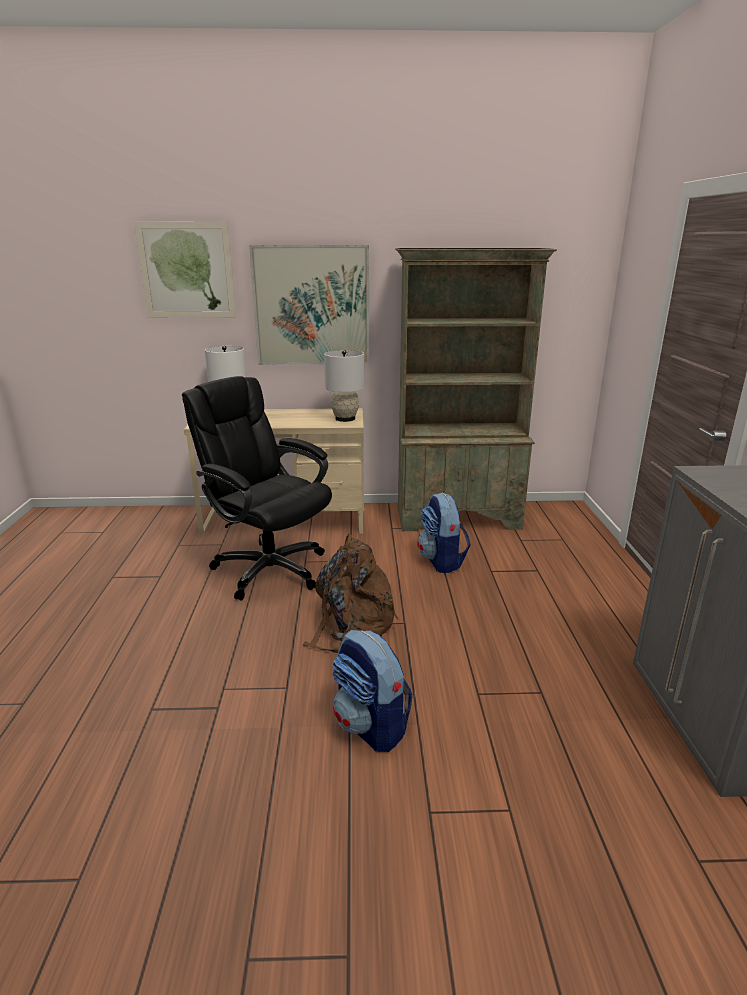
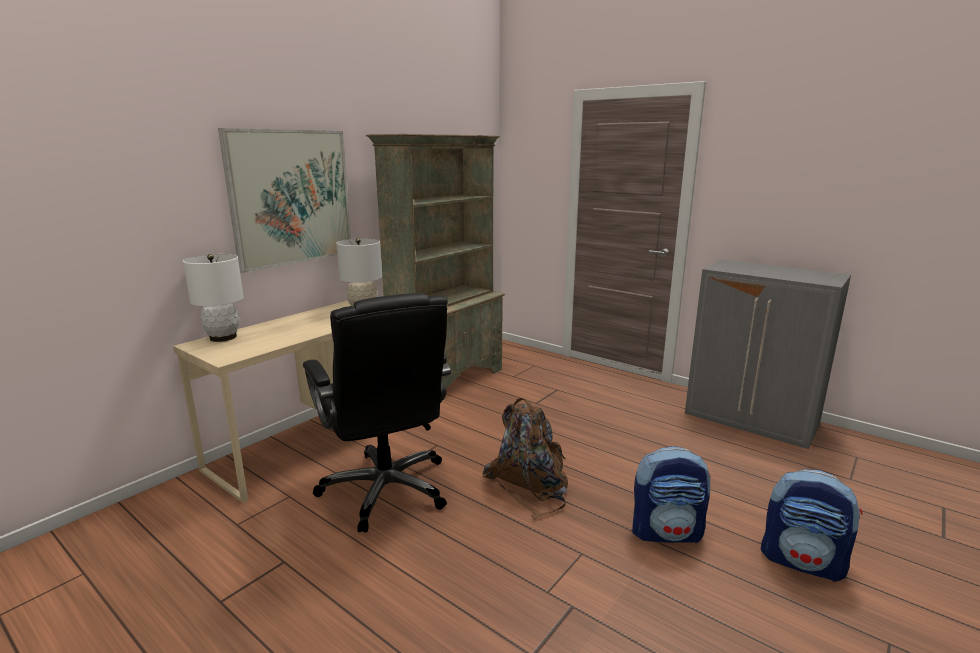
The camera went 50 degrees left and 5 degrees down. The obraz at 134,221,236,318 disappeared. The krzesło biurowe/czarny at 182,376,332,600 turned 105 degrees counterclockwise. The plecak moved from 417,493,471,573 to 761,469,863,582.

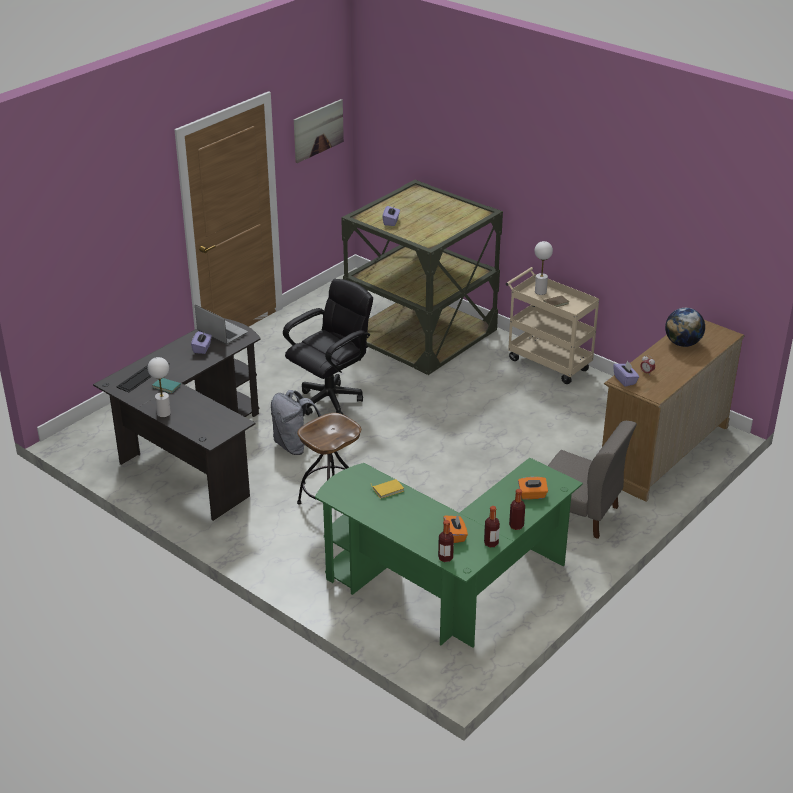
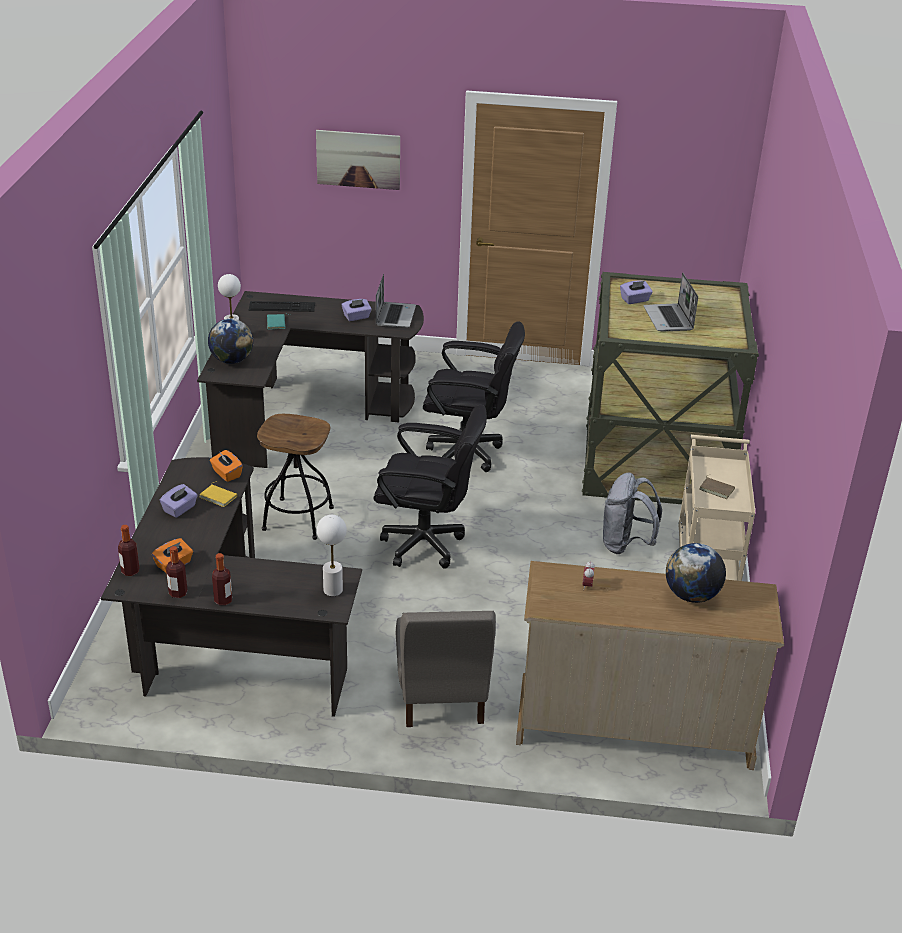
The camera went 55 degrees right and 0 degrees up. The obraz moved from 294,99,344,163 to 316,130,400,190. The lampa stołowa/biały moved from 535,241,553,295 to 317,515,347,596. The pudełko chusteczek/fioletowy moved from 613,360,639,387 to 160,484,198,518. The plecak/szary moved from 271,390,321,455 to 603,473,662,554. The biurko/zielony at 315,458,583,648 became the biurko/czarny at 101,457,362,717. The pudełko chusteczek/pomarańczowy moved from 518,477,548,500 to 210,450,243,482. The laptop at 643,273,698,331 appeared. The globus at 208,319,253,364 appeared. The krzesło biurowe/czarny at 373,404,487,569 appeared.

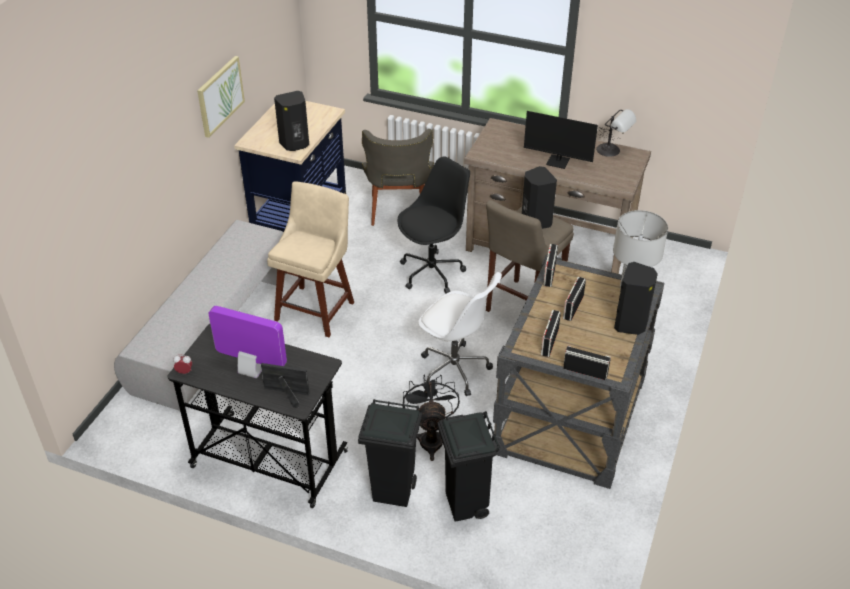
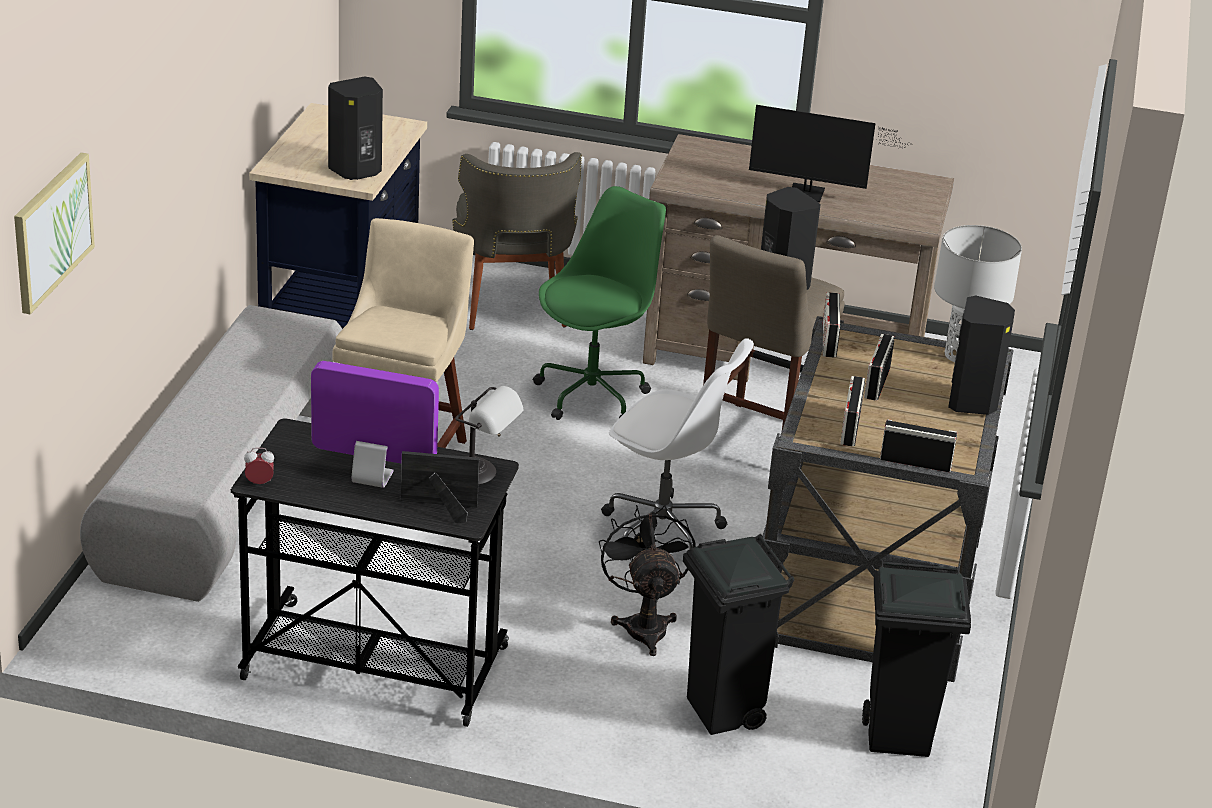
The camera went 10 degrees left and 10 degrees down. The obraz moved from 197,56,245,138 to 14,152,95,314. The lampa stołowa moved from 596,109,636,157 to 455,386,524,484. The krzesło biurowe/czarny at 398,156,470,294 became the krzesło biurowe/zielony at 533,186,666,420. The kosz na śmieci/czarny moved from 358,399,422,507 to 862,560,971,757.

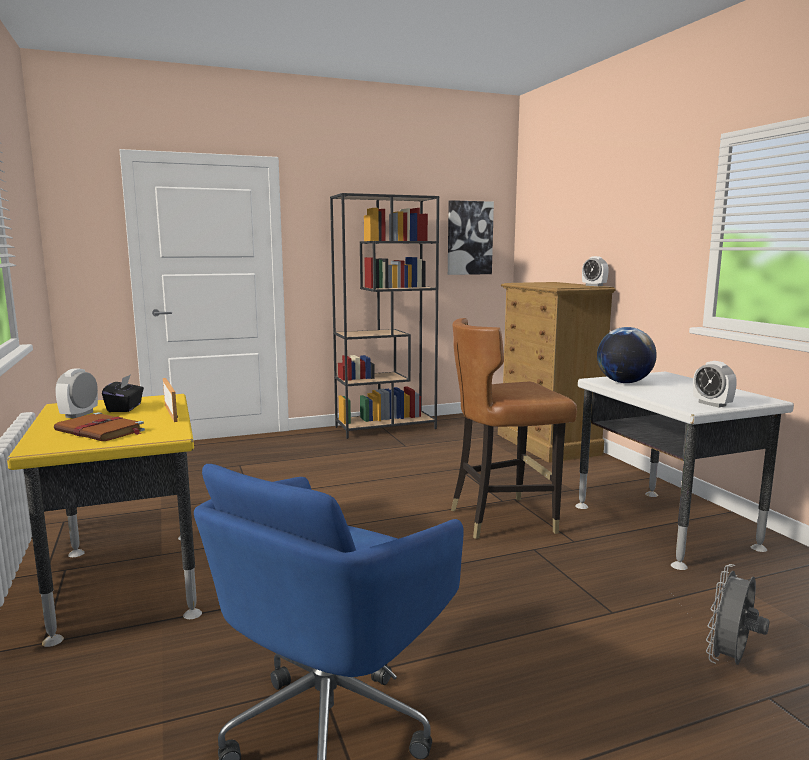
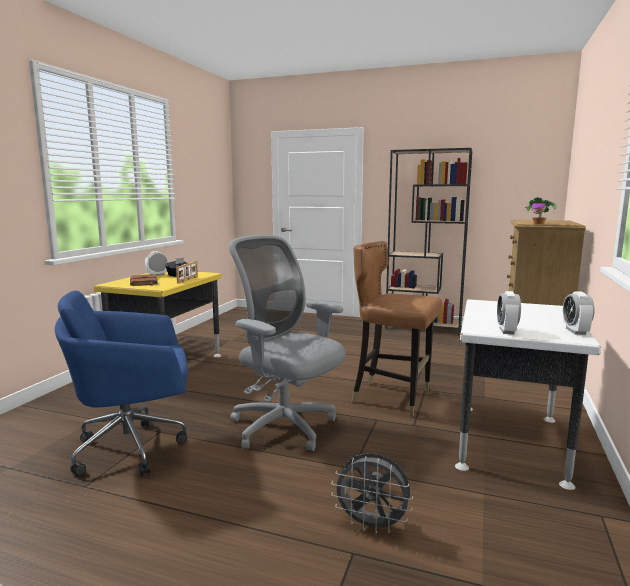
The camera went 40 degrees right and 0 degrees up. The obraz at 448,200,494,275 disappeared. The budzik moved from 582,256,609,286 to 563,291,595,335. The globus at 597,327,657,383 disappeared. The wentylator/szary at 706,564,770,665 turned 150 degrees counterclockwise. The roślina doniczkowa at 524,197,557,225 appeared. The krzesło biurowe/szary at 229,235,346,451 appeared.

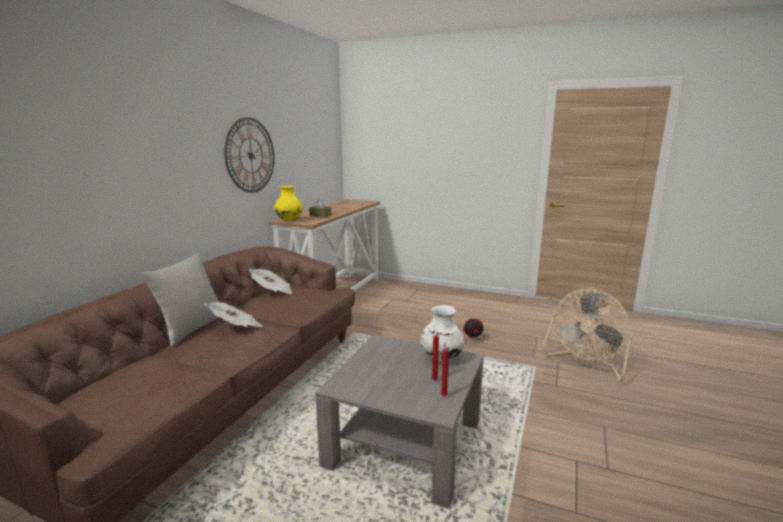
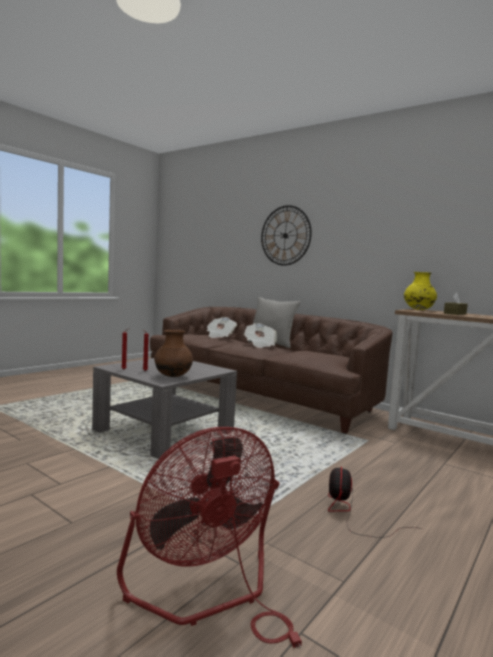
The camera went 105 degrees right and 10 degrees down. The zegar ścienny moved from 225,117,274,193 to 261,205,312,266. The gazeta moved from 249,269,292,294 to 207,317,237,338. The wentylator/beżowy at 543,288,633,384 became the wentylator/czerwony at 117,427,302,648. The wazon/biały at 420,305,464,362 became the wazon/brązowy at 154,330,193,377.

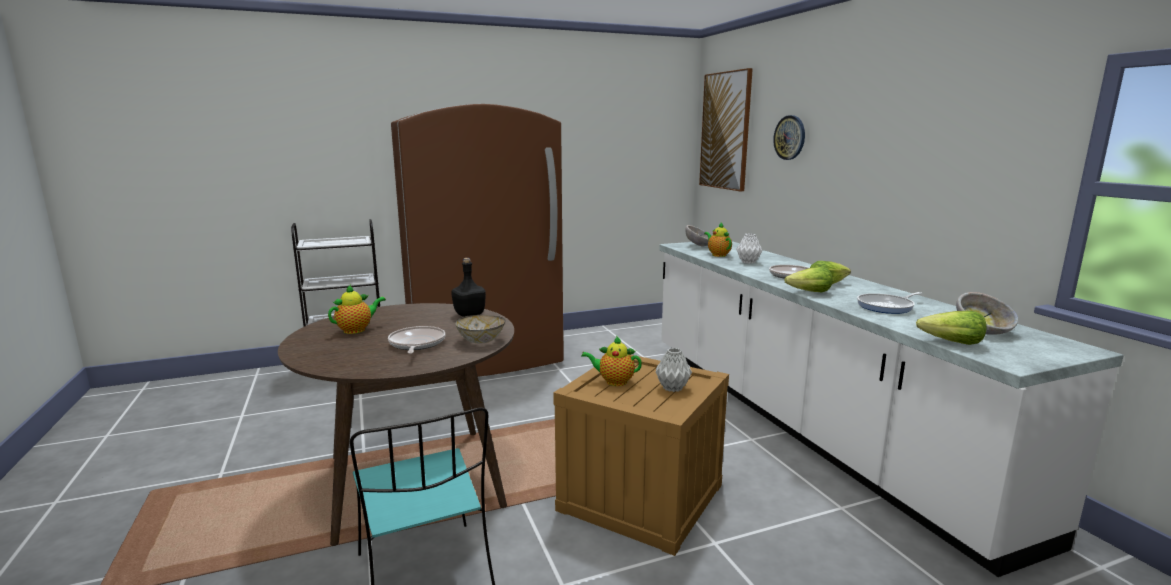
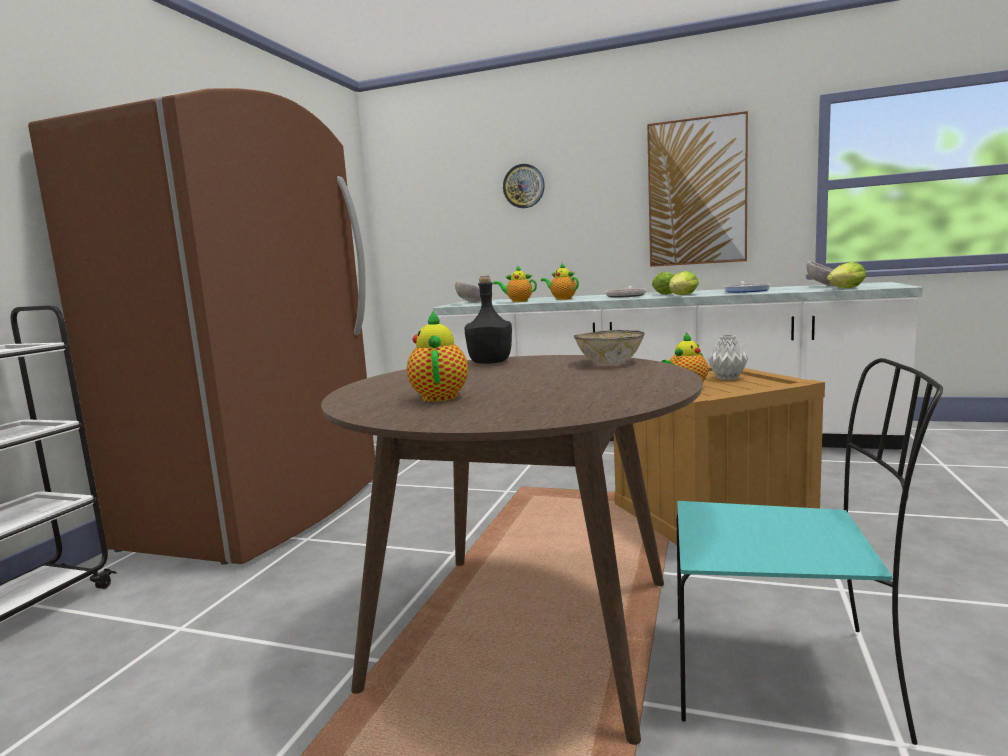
The camera went 50 degrees left and 5 degrees down. The obraz moved from 699,68,753,191 to 647,111,748,267. The wazon/biały at 736,233,762,264 was replaced by the imbryk at 541,263,579,300. The patelnia at 388,326,445,354 disappeared.

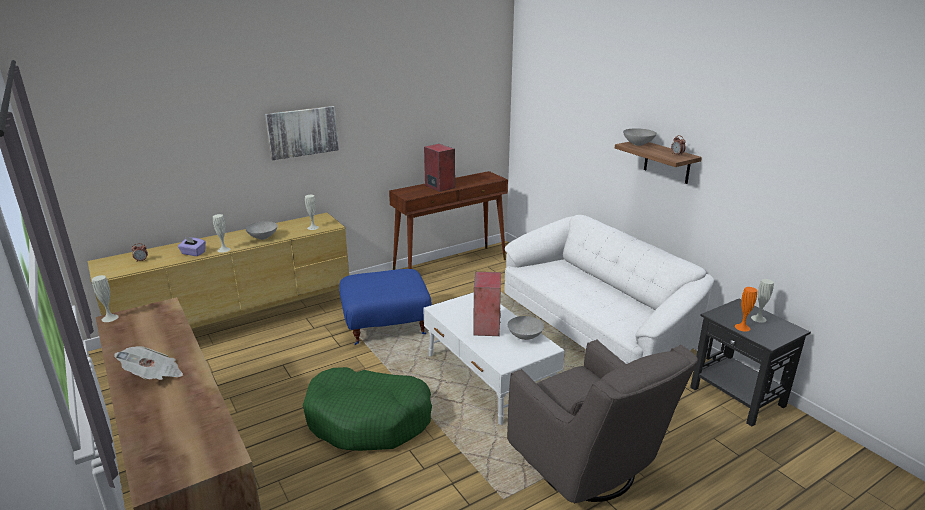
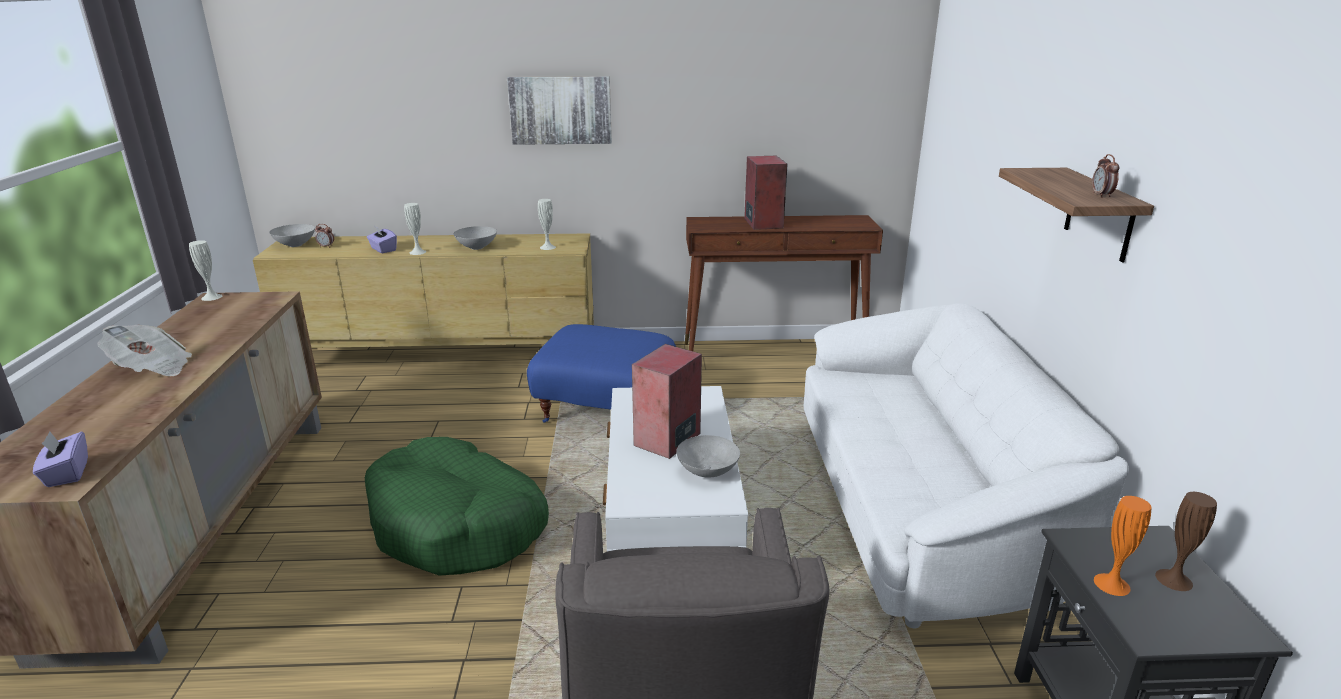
The camera went 30 degrees right and 0 degrees up. The miska/szary moved from 623,128,657,146 to 269,224,315,247. The wazon/biały at 751,279,774,323 became the wazon/brązowy at 1155,492,1217,591. The pudełko chusteczek/fioletowy at 33,431,88,487 appeared.

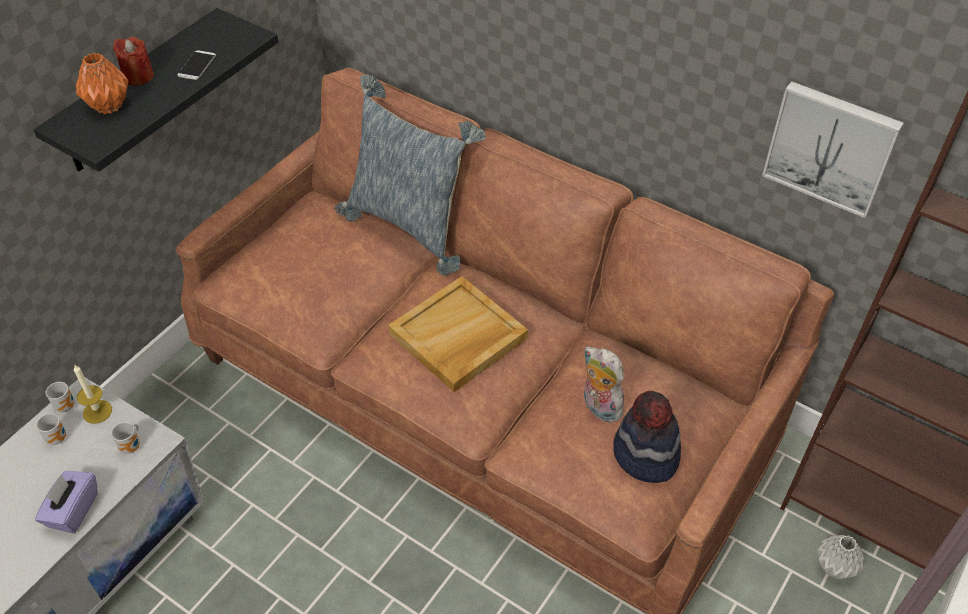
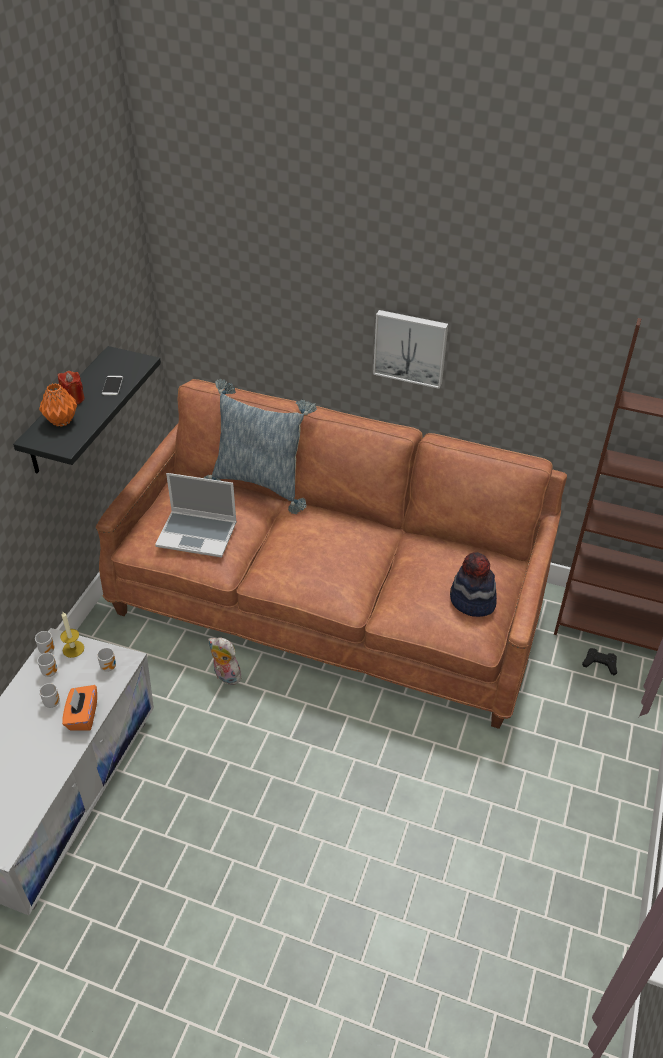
The camera went 15 degrees left and 5 degrees down. The obraz moved from 762,81,904,218 to 373,310,448,389. The taca/beżowy at 388,276,528,392 disappeared. The pluszak moved from 583,347,625,423 to 208,638,241,685. The pudełko chusteczek/fioletowy at 35,471,98,533 became the pudełko chusteczek/pomarańczowy at 62,685,97,731. The wazon/szary at 817,535,864,579 was replaced by the pad do gier/czarny at 582,648,617,676. The laptop at 155,473,237,557 appeared. The kubek at 39,683,60,708 appeared.

